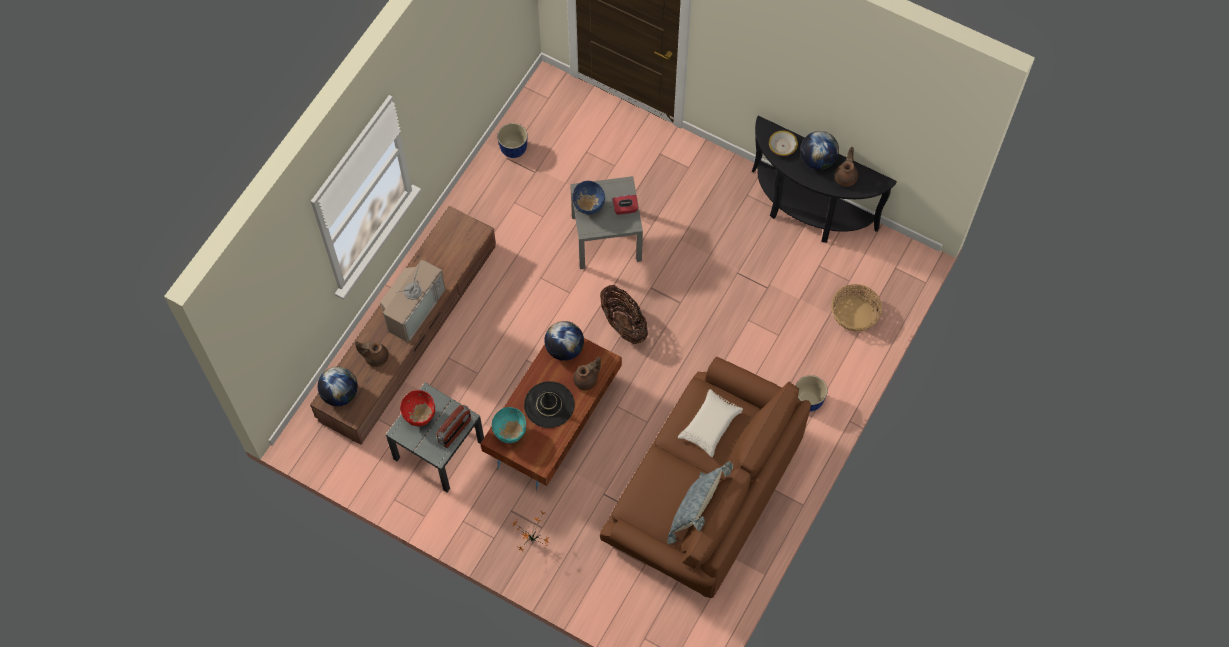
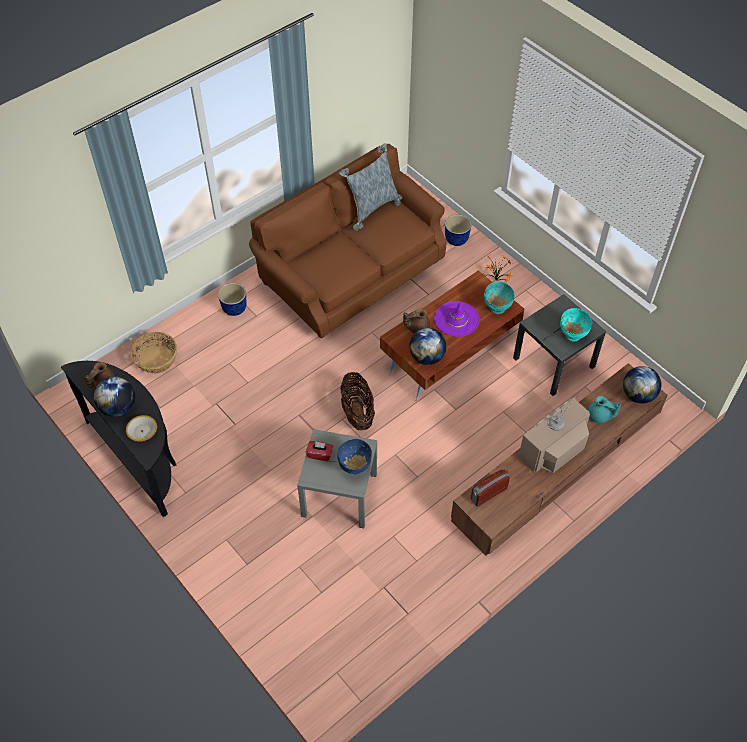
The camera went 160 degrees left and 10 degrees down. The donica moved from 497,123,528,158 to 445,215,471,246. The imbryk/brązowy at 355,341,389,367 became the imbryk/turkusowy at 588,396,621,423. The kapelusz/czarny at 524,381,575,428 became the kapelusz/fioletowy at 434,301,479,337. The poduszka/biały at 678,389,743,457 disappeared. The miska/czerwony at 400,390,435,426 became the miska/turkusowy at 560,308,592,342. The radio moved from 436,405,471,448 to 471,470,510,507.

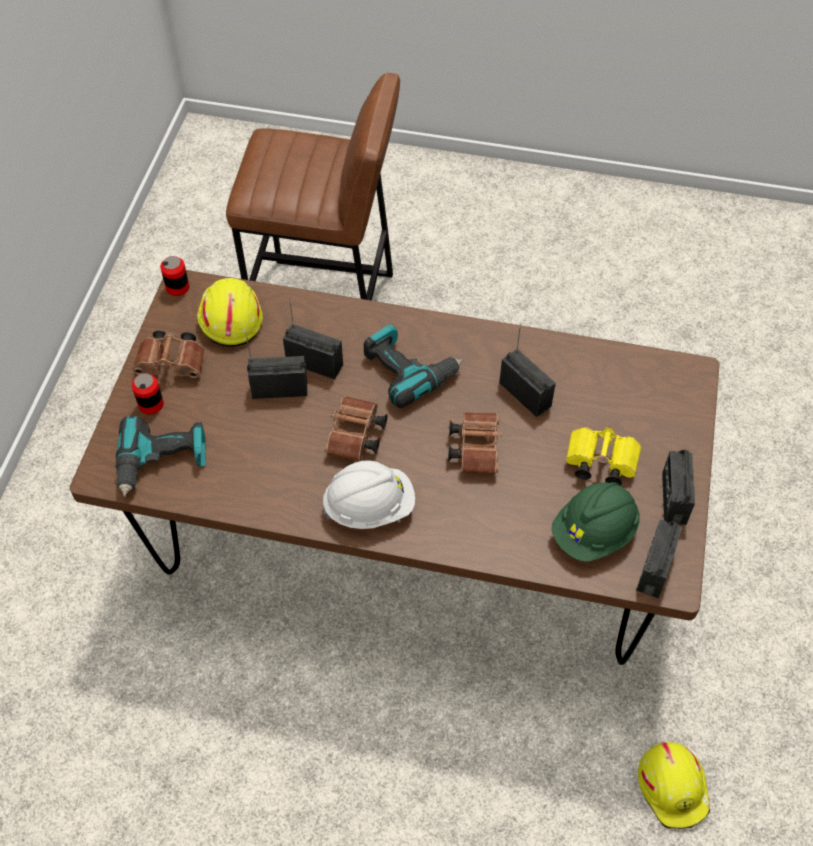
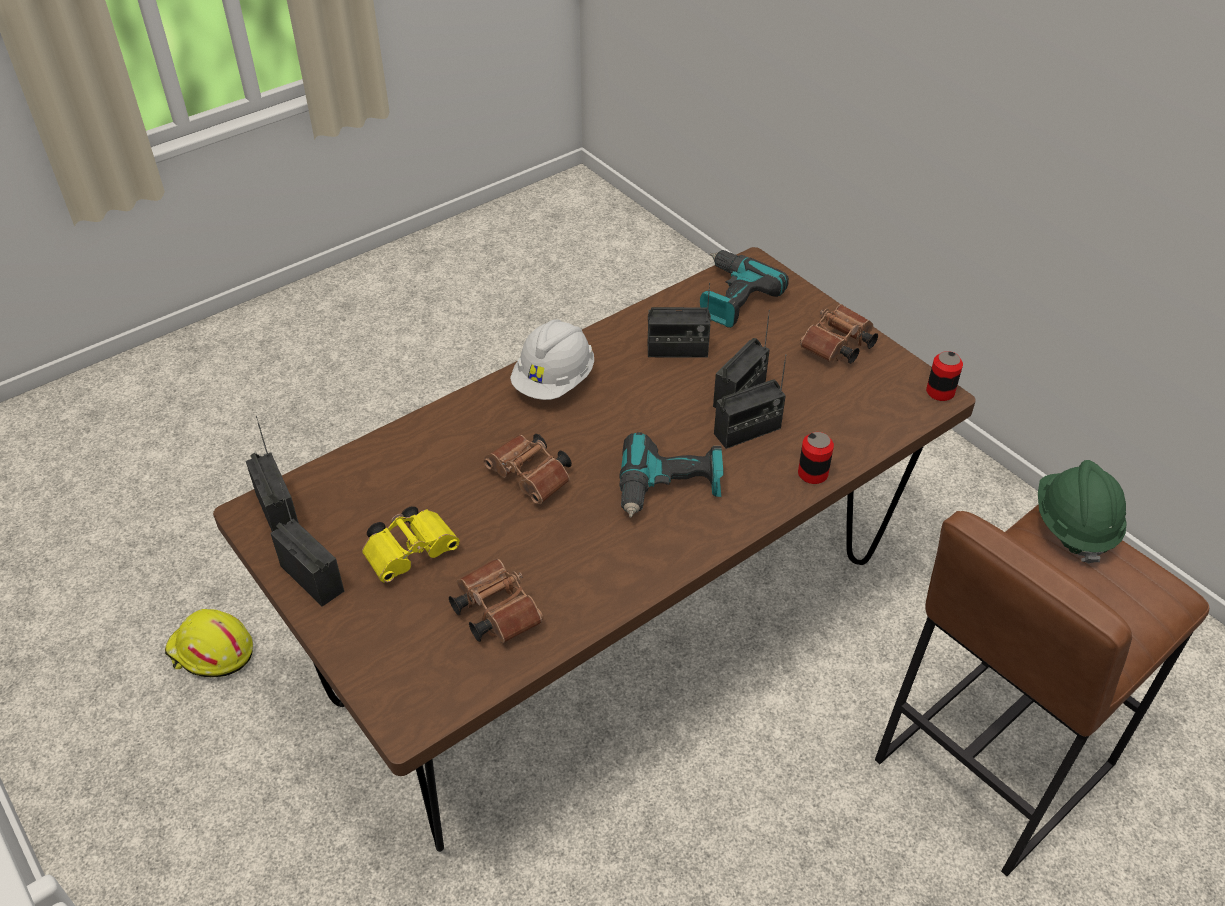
The camera went 130 degrees right and 10 degrees down. The kask/żółty at 197,278,263,347 disappeared. The radio moved from 499,324,556,417 to 648,282,711,358. The puszka moved from 132,373,164,414 to 798,432,834,484. The lornetka/brązowy moved from 325,396,387,461 to 449,559,544,643. The kask/zielony moved from 552,482,640,562 to 1038,460,1127,564.

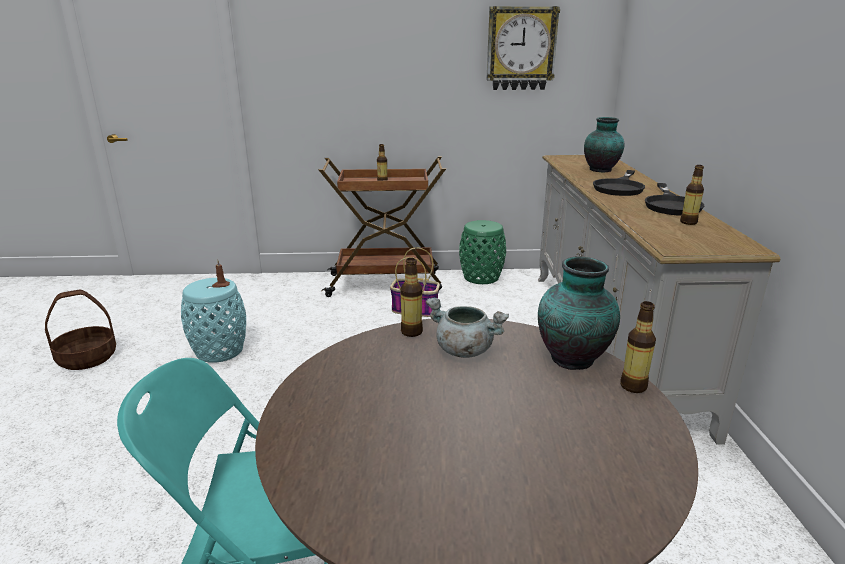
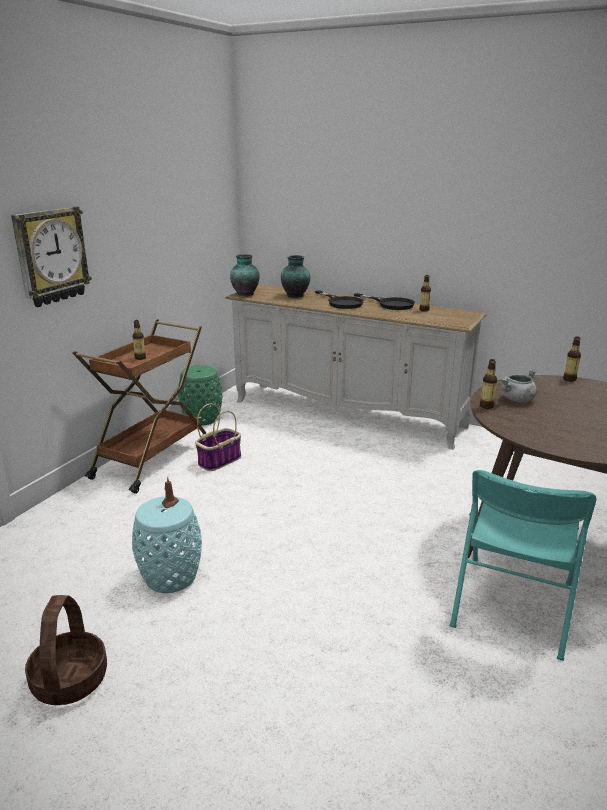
The camera went 60 degrees left and 0 degrees up. The zegar ścienny moved from 486,6,560,90 to 11,206,92,307. The wazon moved from 538,257,620,370 to 230,254,259,296.

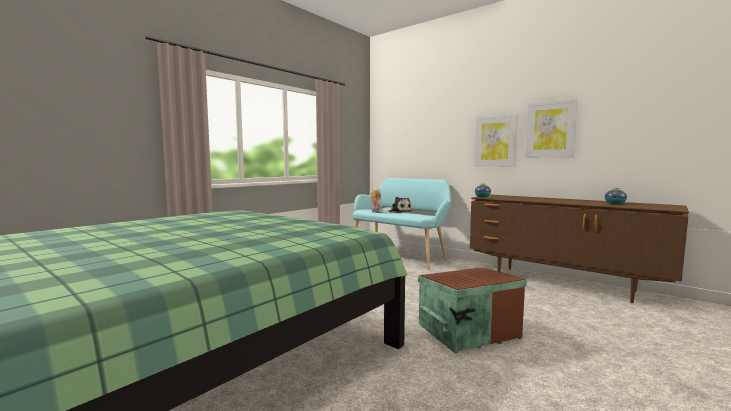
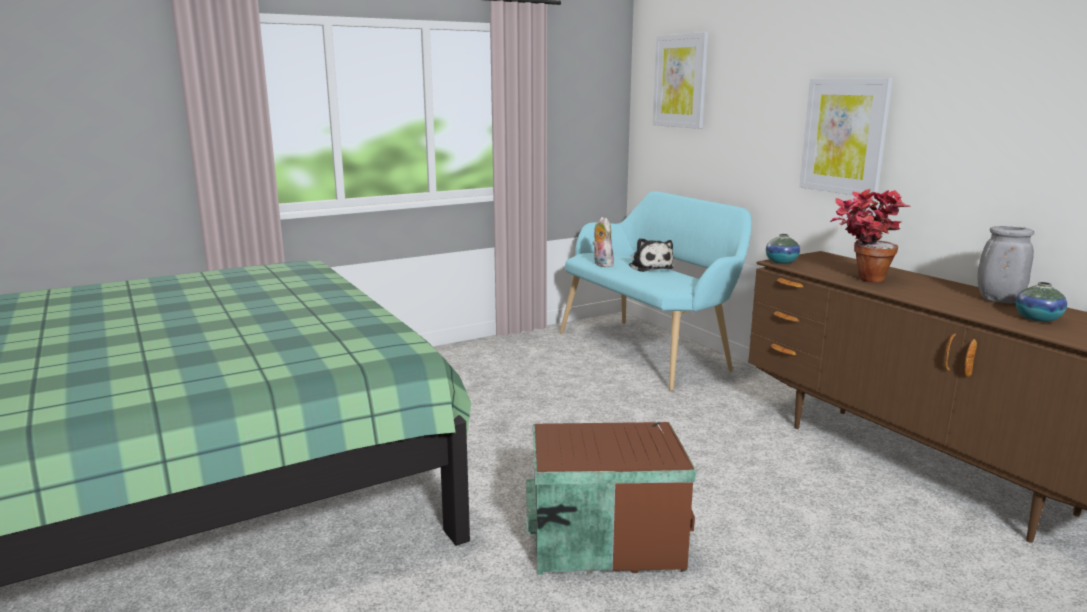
The camera went 20 degrees right and 10 degrees up. The obraz moved from 525,99,578,158 to 653,32,708,129. The roślina doniczkowa at 830,189,911,283 appeared. The wazon/szary at 977,226,1034,303 appeared.

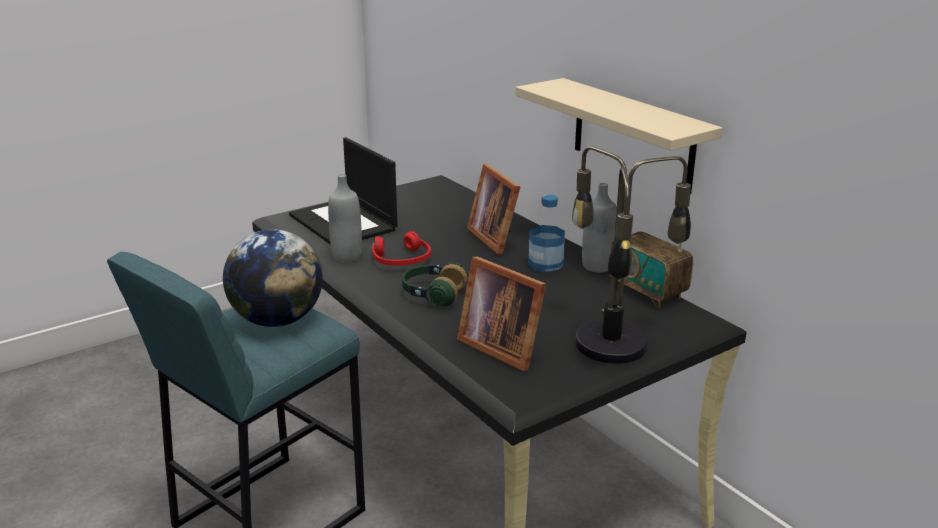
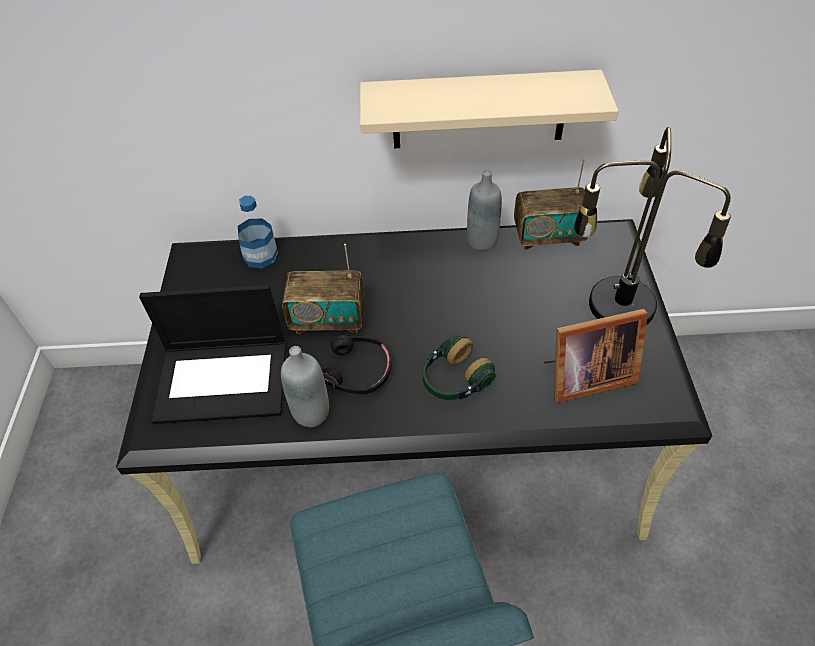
The camera went 55 degrees left and 25 degrees up. The ramka na zdjęcie at 467,164,520,255 disappeared. The butelka moved from 528,194,565,272 to 238,196,278,268. The globus at 223,229,323,327 disappeared. The słuchawki/czerwony at 372,231,431,266 became the słuchawki/czarny at 322,335,392,394. The radio at 282,244,364,334 appeared.

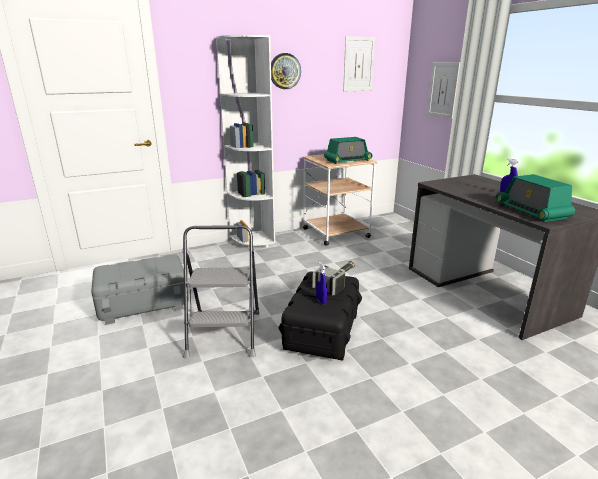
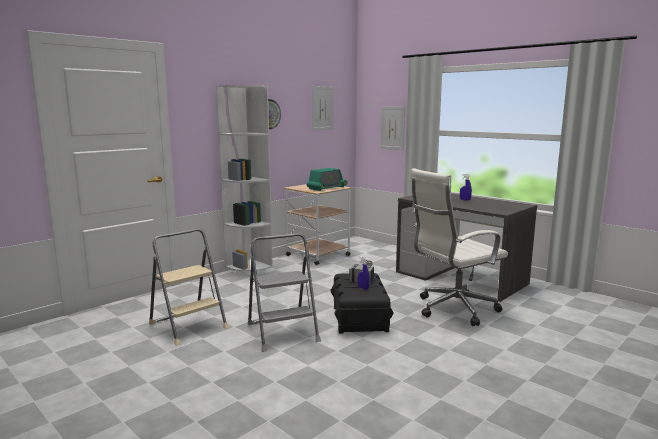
The camera went 20 degrees left and 10 degrees down. The radio at 495,174,575,222 disappeared. The pojemnik do przechowywania/szary at 91,254,184,325 was replaced by the drabinka/beżowy at 149,229,230,346. The krzesło biurowe/biały at 411,168,508,326 appeared.

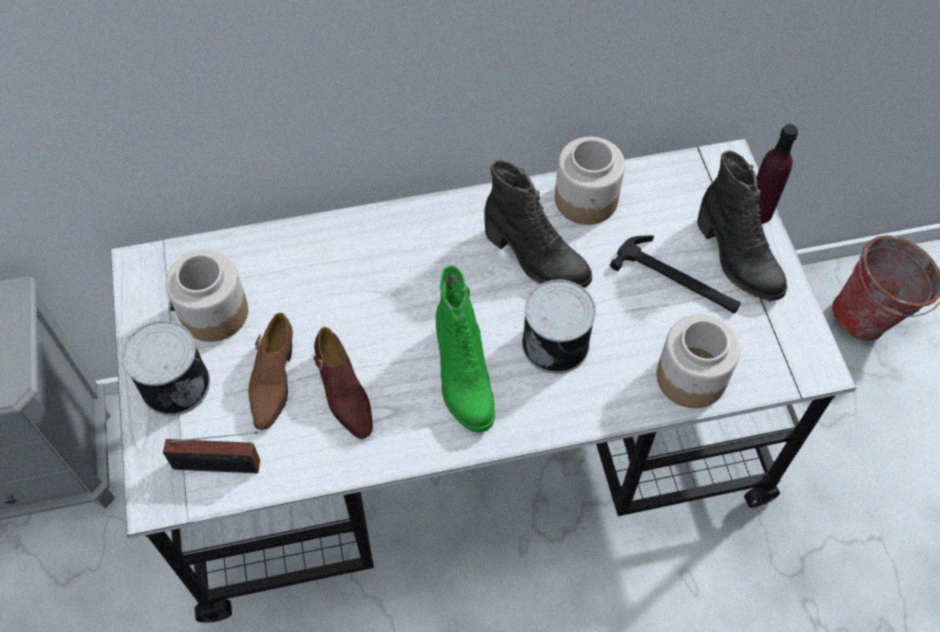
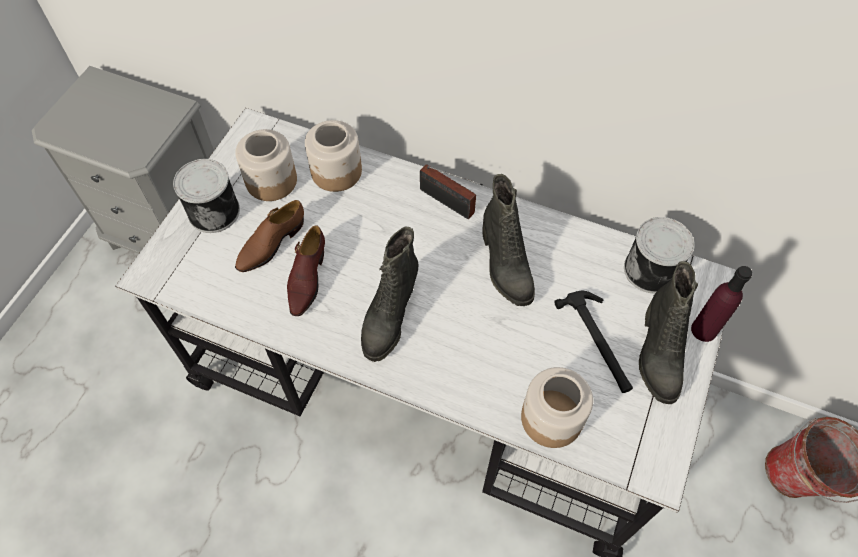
The camera went 35 degrees right and 0 degrees up. The słoik moved from 555,137,625,225 to 305,120,362,192. The but z cholewką/zielony at 436,266,495,432 became the but z cholewką/czarny at 361,226,419,362. The puszka moved from 522,280,596,374 to 624,217,695,294. The radio moved from 163,432,260,473 to 420,164,483,219.

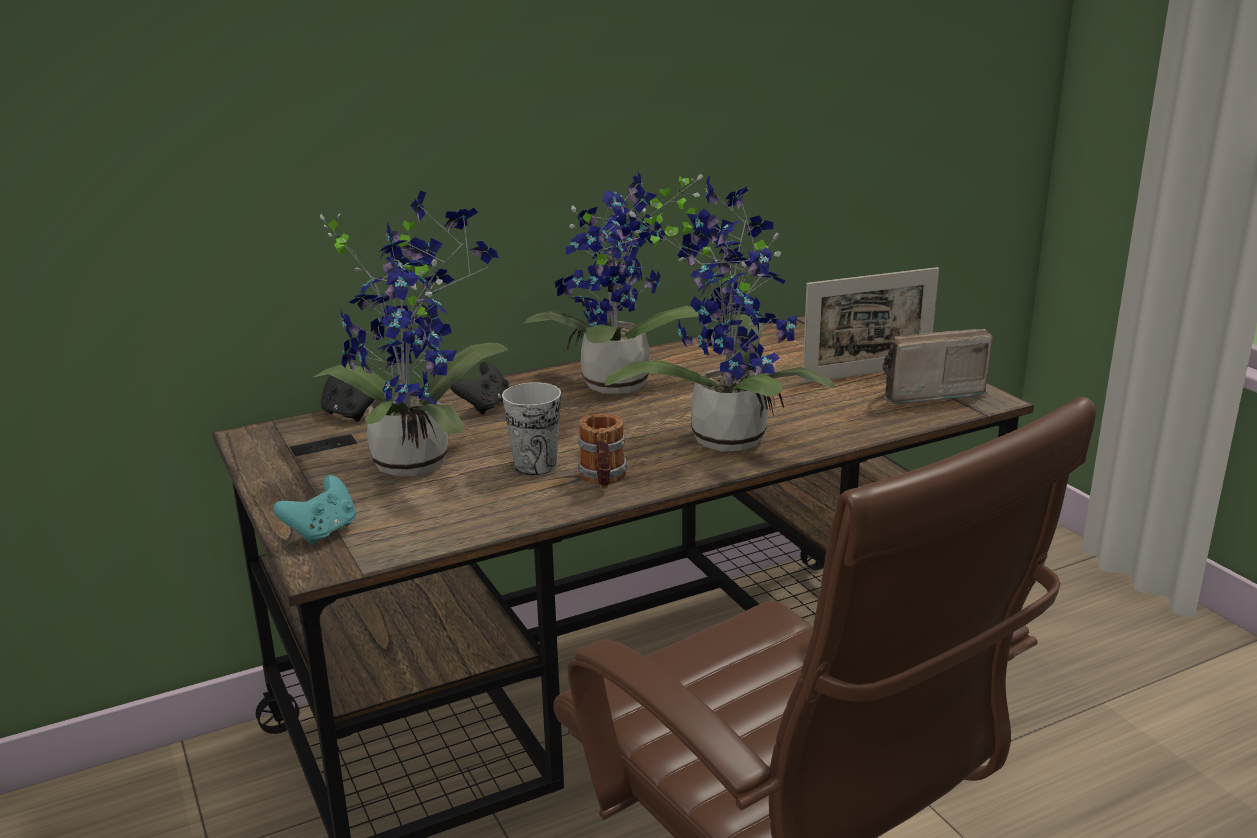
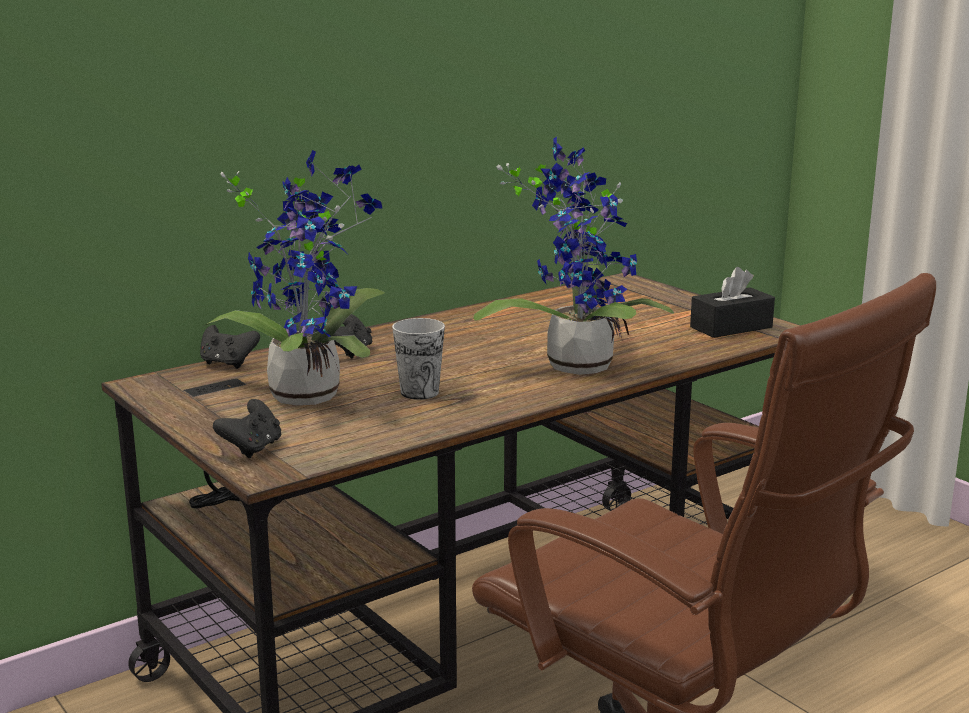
The camera went 10 degrees left and 5 degrees down. The roślina doniczkowa at 523,172,718,394 disappeared. The ramka na zdjęcie at 802,267,939,383 disappeared. The radio at 882,329,993,405 was replaced by the pudełko chusteczek/czarny at 690,267,775,338. The kubek at 578,413,627,489 disappeared. The pad do gier/turkusowy at 273,475,356,545 became the pad do gier/czarny at 213,399,281,458.

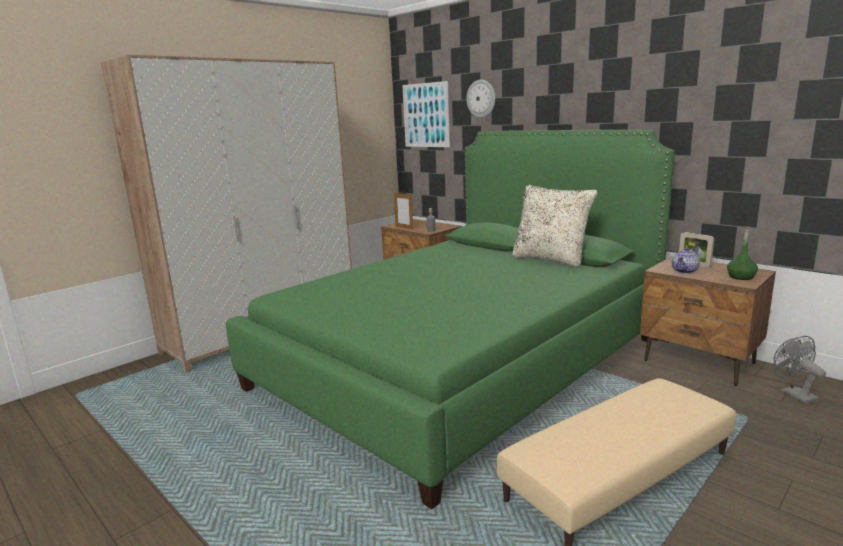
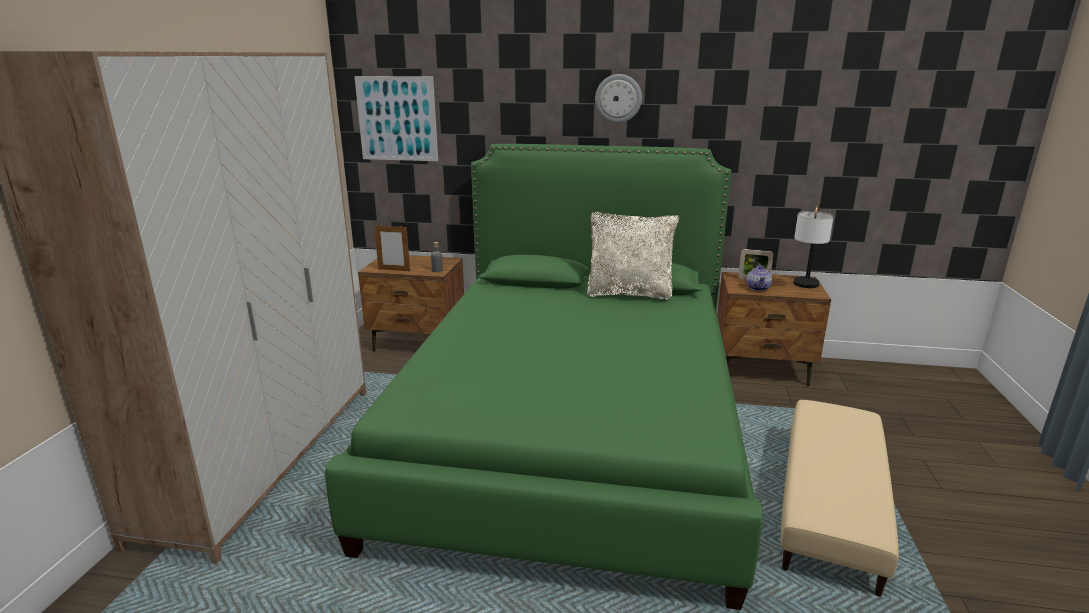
The camera went 35 degrees left and 5 degrees up. The zegar ścienny moved from 466,80,495,118 to 595,74,642,123. The butelka/zielony at 727,226,758,280 was replaced by the lampa stołowa at 793,201,834,288. The wentylator/szary at 774,336,826,404 disappeared.

